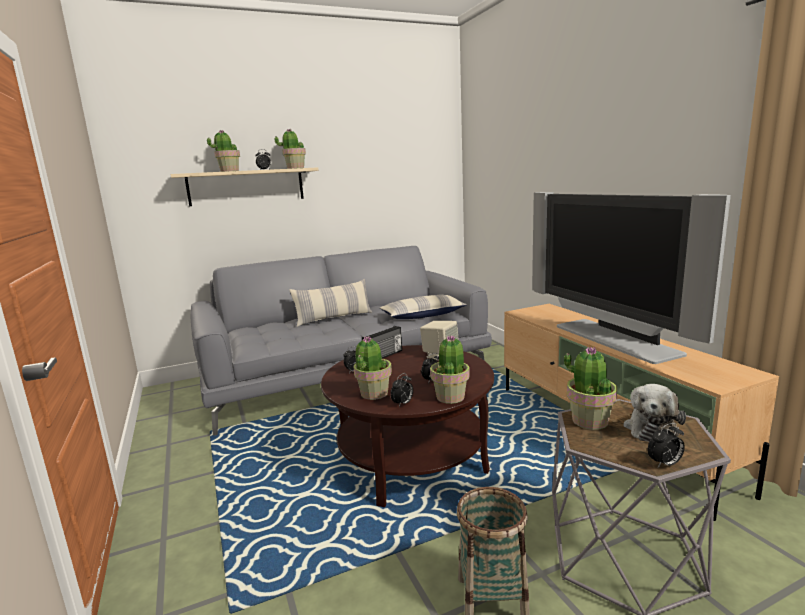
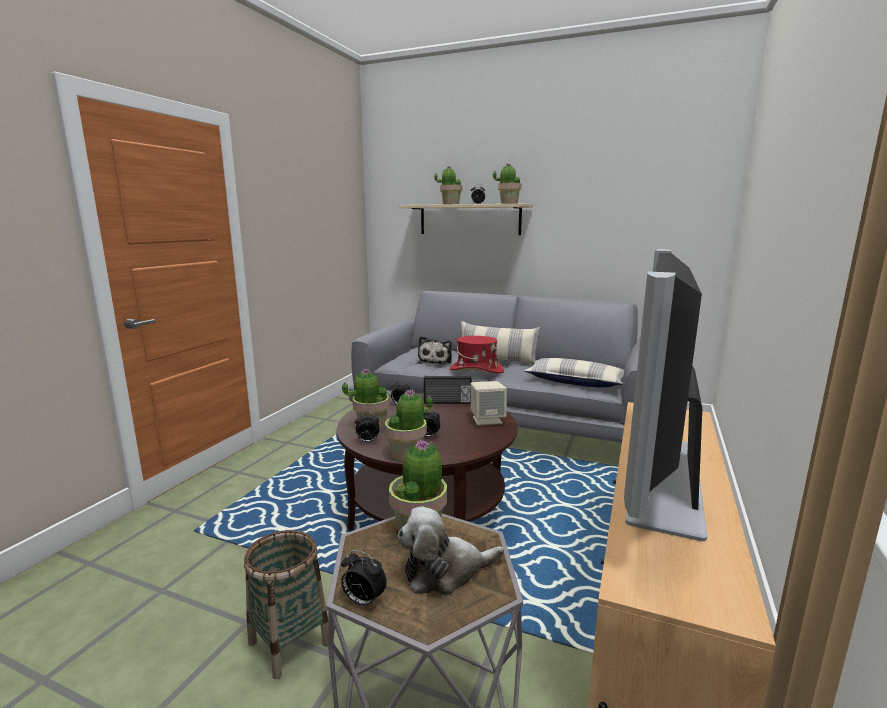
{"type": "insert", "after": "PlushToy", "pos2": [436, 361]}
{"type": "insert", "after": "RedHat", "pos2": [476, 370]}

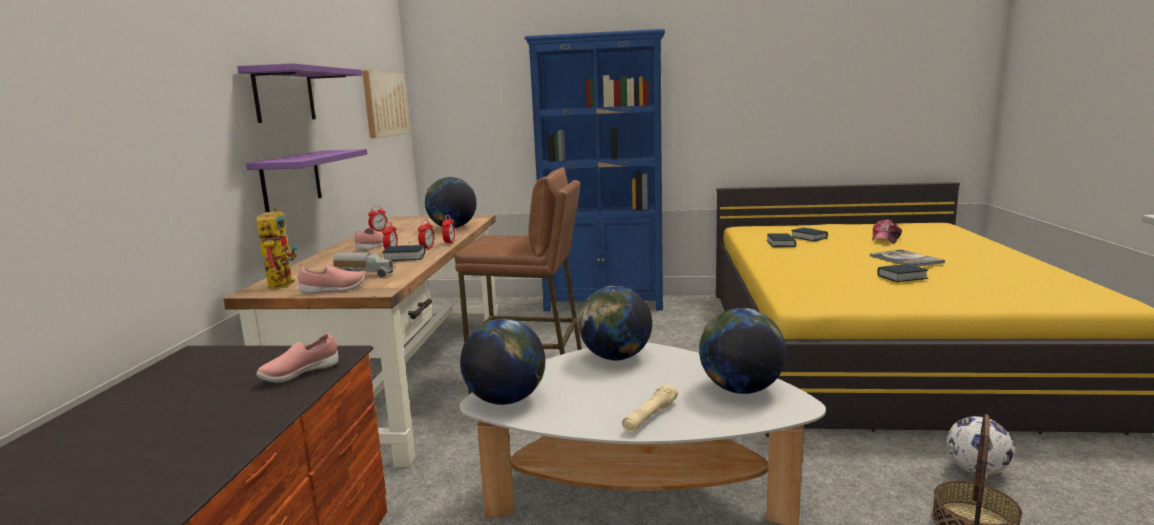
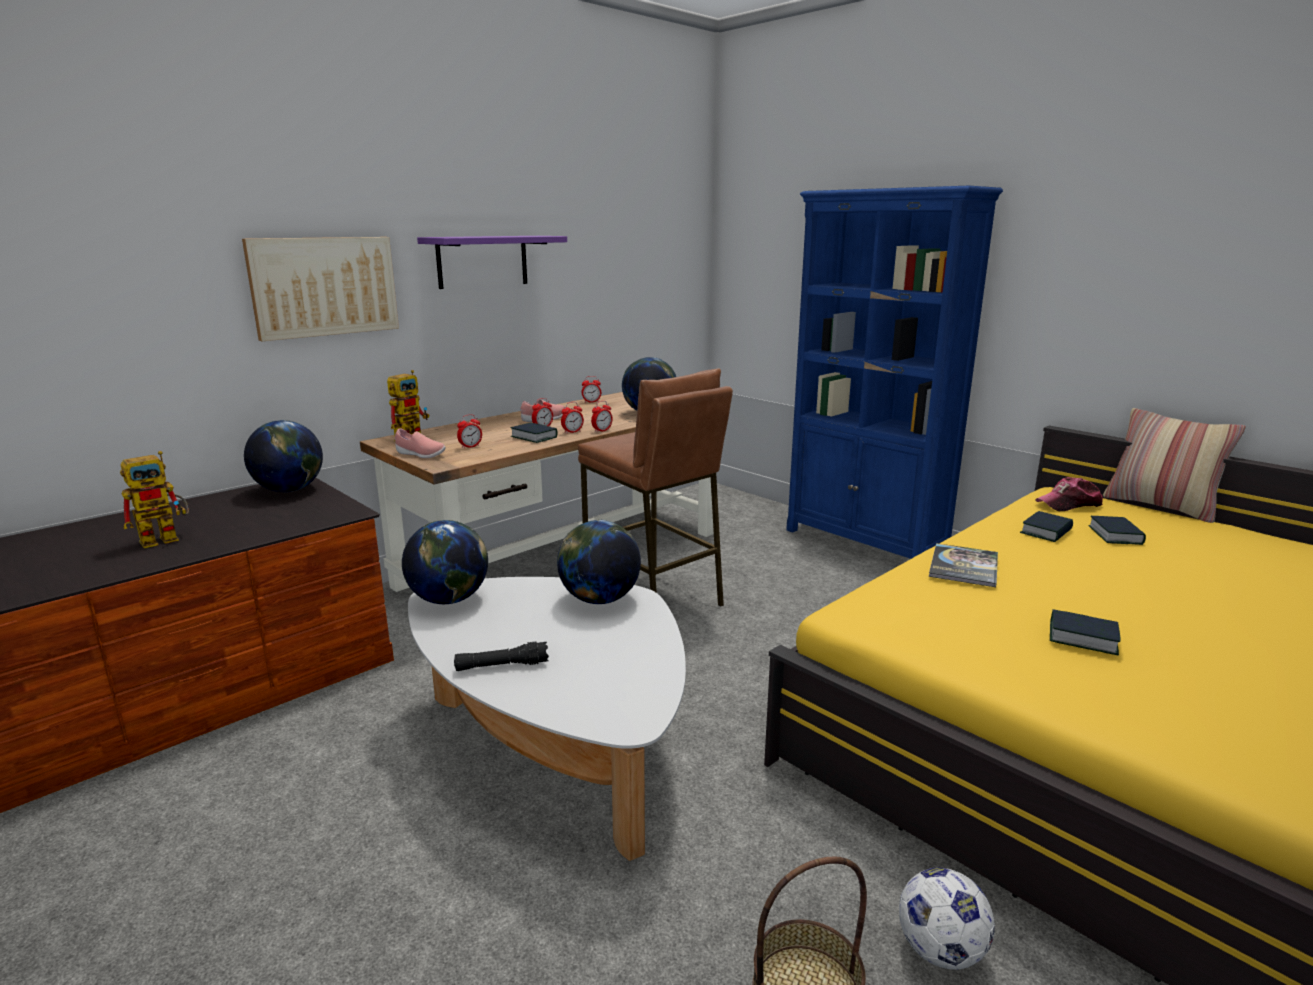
{"type": "move", "before": "Picture", "pos1": [385, 104], "pos2": [324, 286]}
{"type": "delete", "before": "PurpleShelf", "pos1": [291, 181]}
{"type": "move", "before": "Cap", "pos1": [885, 239], "pos2": [1069, 504]}
{"type": "move", "before": "Book", "pos1": [905, 259], "pos2": [963, 566]}
{"type": "replace", "before": "ToyTruck", "after": "AlarmClock", "pos1": [366, 275], "pos2": [470, 447]}
{"type": "move", "before": "Globe", "pos1": [740, 390], "pos2": [289, 490]}
{"type": "delete", "before": "PinkShoe", "pos1": [299, 374]}
{"type": "recolor", "before": "BeigeFlashlight", "after": "BlackFlashlight", "pos1": [650, 416], "pos2": [502, 666]}
{"type": "insert", "after": "Pillow", "pos2": [1160, 506]}
{"type": "insert", "after": "ToyRobot", "pos2": [167, 538]}

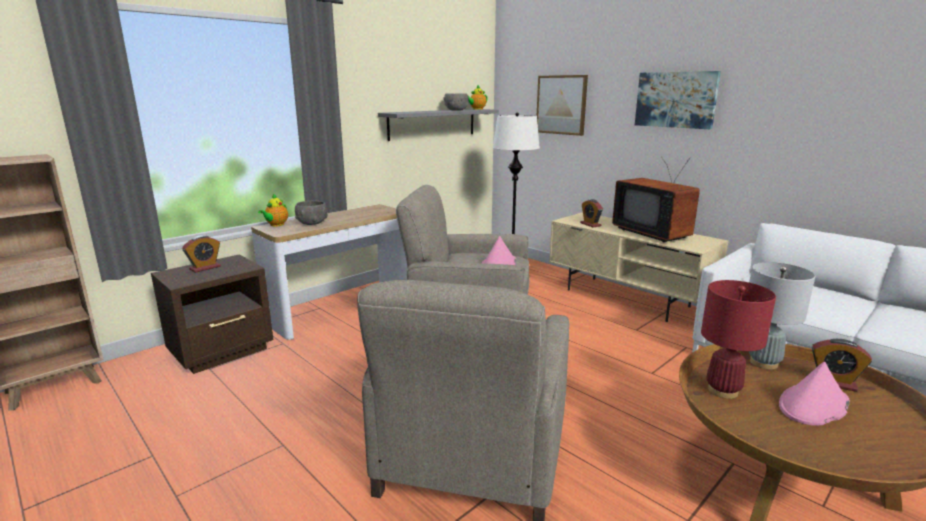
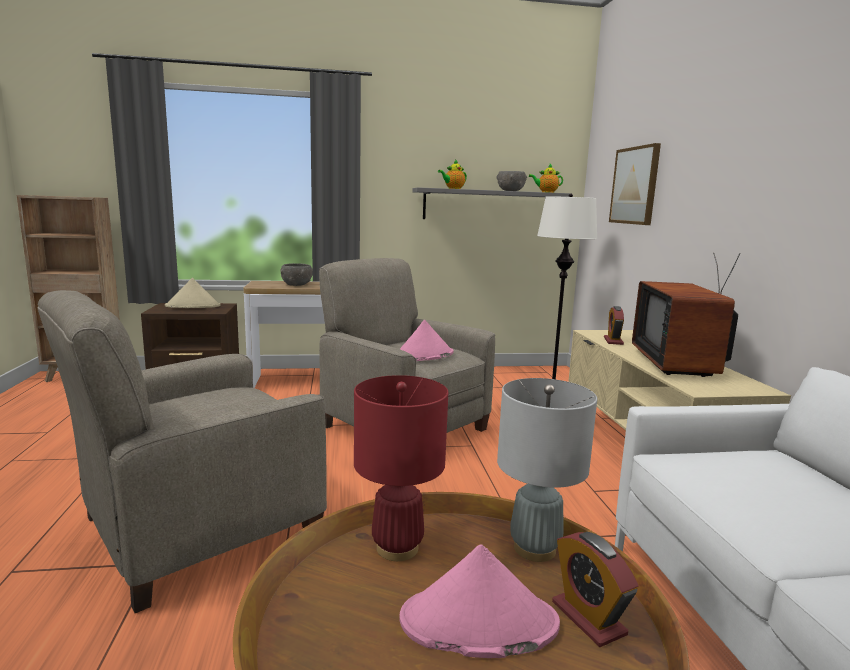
{"type": "delete", "before": "Picture", "pos1": [675, 99]}
{"type": "move", "before": "Teapot", "pos1": [276, 225], "pos2": [453, 189]}
{"type": "replace", "before": "AlarmClock", "after": "BeigeHat", "pos1": [205, 268], "pos2": [193, 306]}

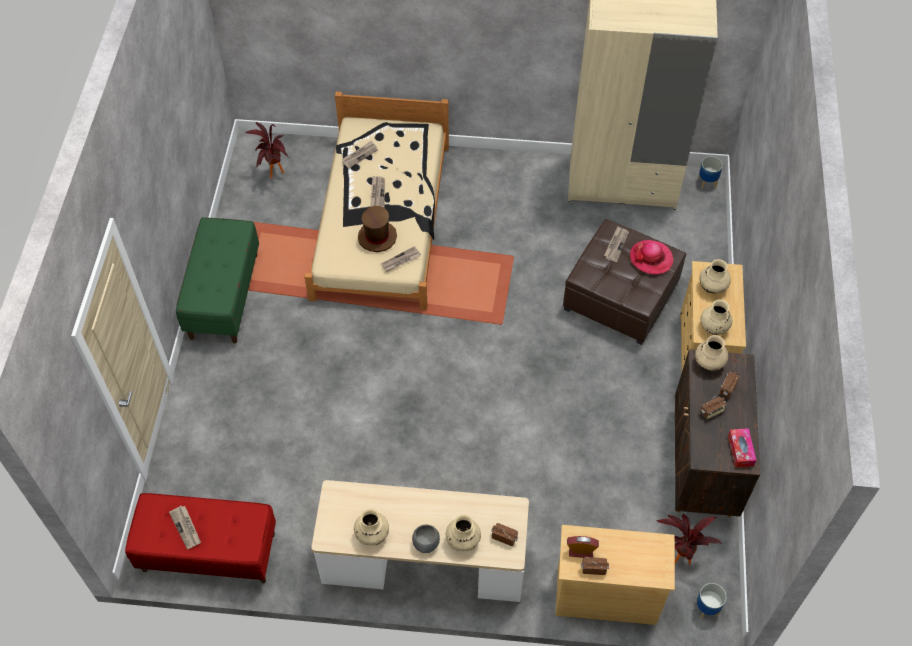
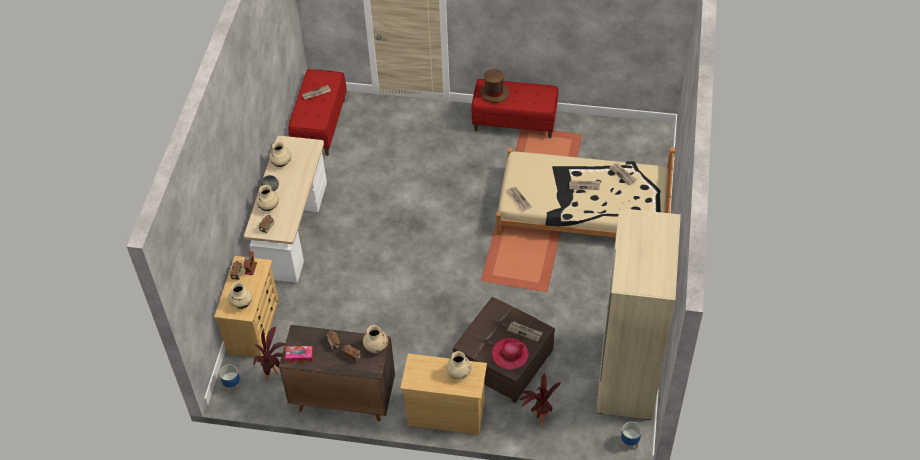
{"type": "move", "before": "PottedPlant", "pos1": [274, 176], "pos2": [538, 417]}
{"type": "move", "before": "BrownHat", "pos1": [377, 237], "pos2": [494, 93]}
{"type": "recolor", "before": "GreenBench", "after": "RedBench", "pos1": [223, 296], "pos2": [514, 122]}
{"type": "move", "before": "BeigeVase", "pos1": [713, 328], "pos2": [241, 303]}

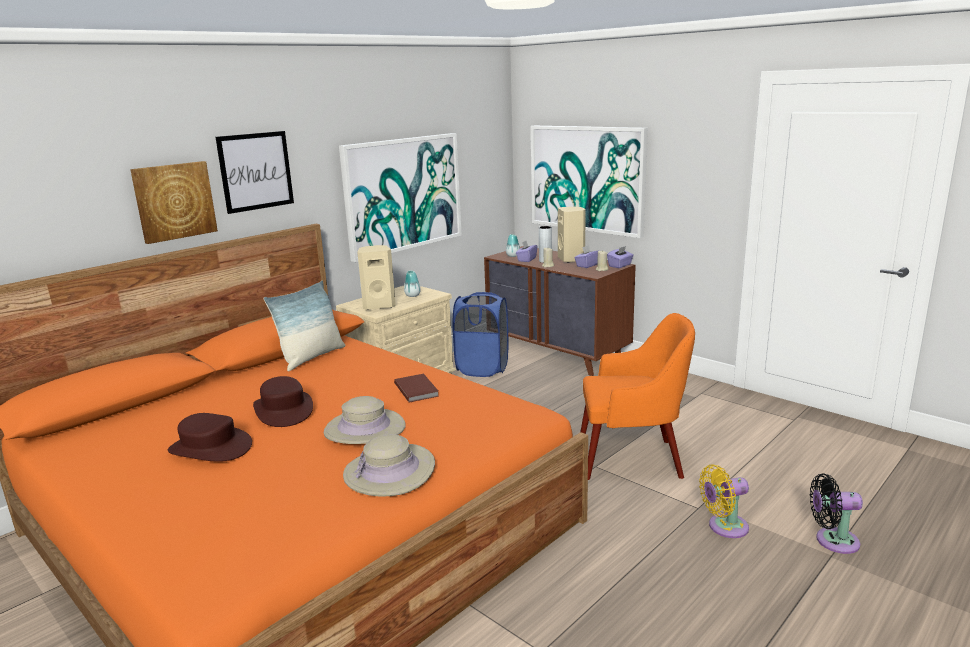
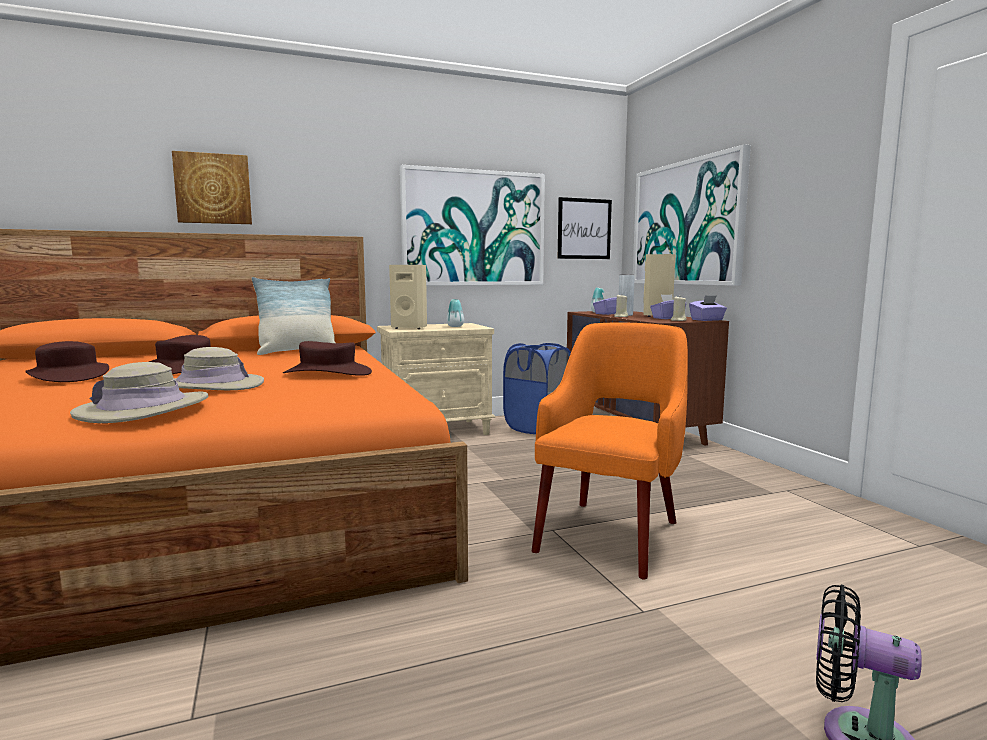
{"type": "move", "before": "Picture", "pos1": [256, 171], "pos2": [584, 229]}
{"type": "rotate", "before": "OrangeArmchair", "pos1": [632, 459], "pos2": [610, 534], "turn": -90}
{"type": "replace", "before": "BrownBook", "after": "BrownHat", "pos1": [417, 389], "pos2": [328, 373]}
{"type": "delete", "before": "YellowFan", "pos1": [724, 527]}

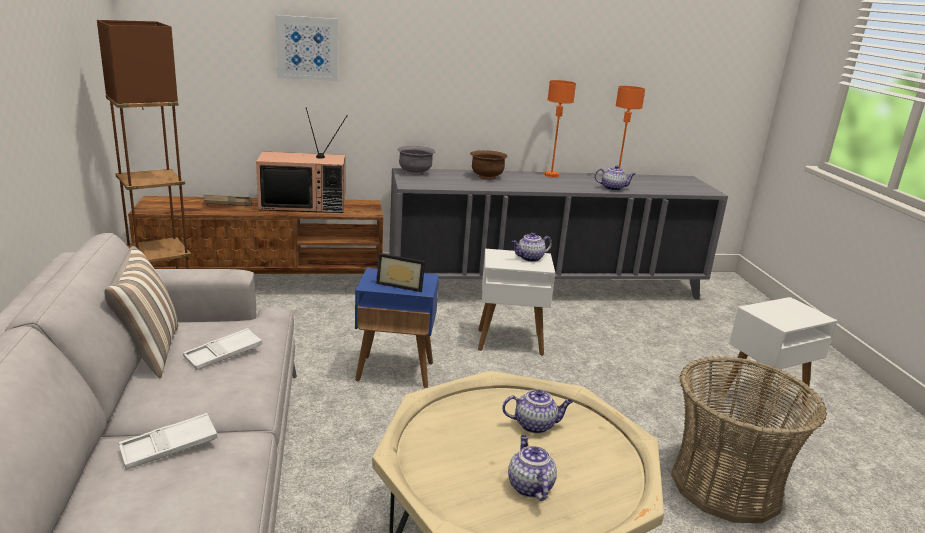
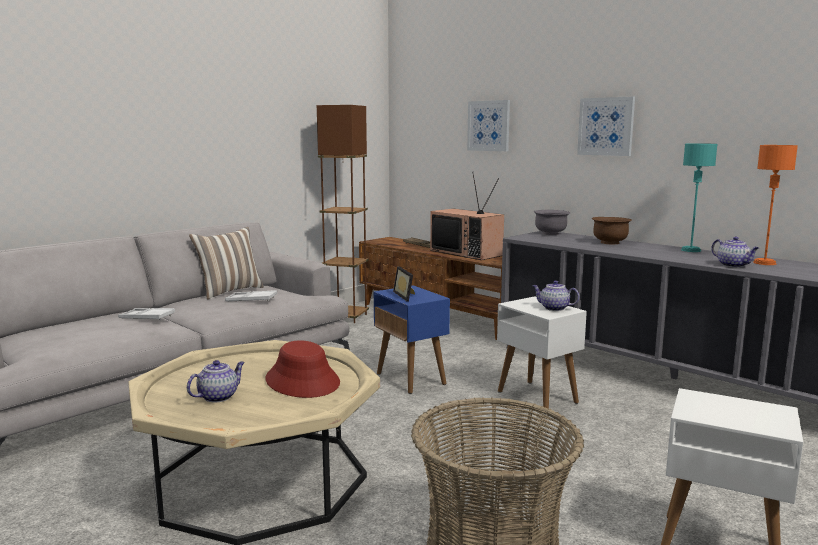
{"type": "recolor", "before": "OrangeTableLamp", "after": "TurquoiseTableLamp", "pos1": [551, 175], "pos2": [691, 250]}
{"type": "replace", "before": "Teapot", "after": "RedHat", "pos1": [535, 425], "pos2": [303, 381]}
{"type": "insert", "after": "Picture", "pos2": [606, 126]}

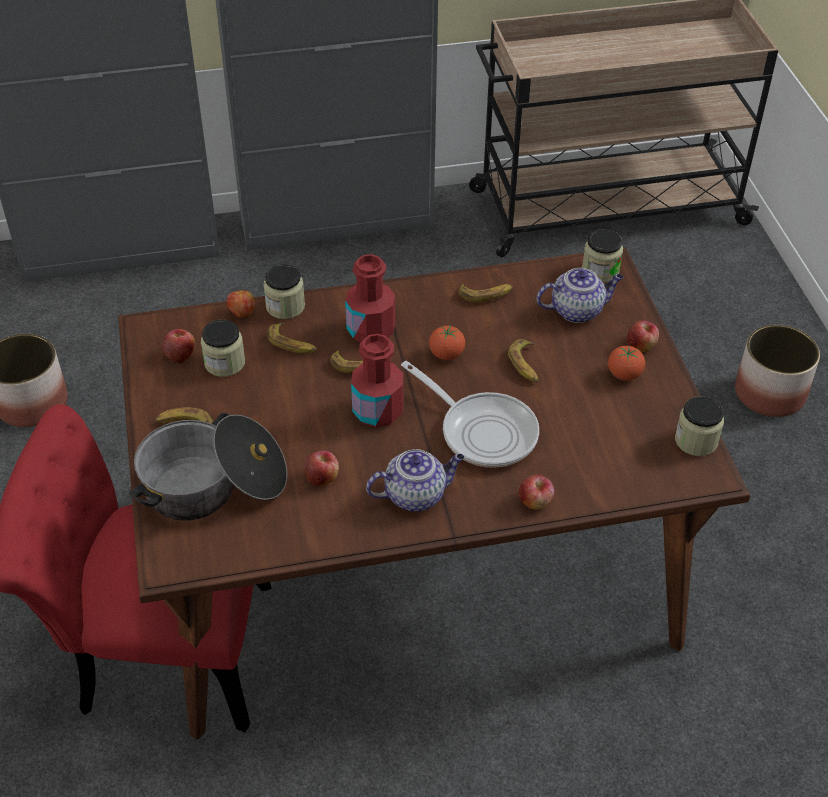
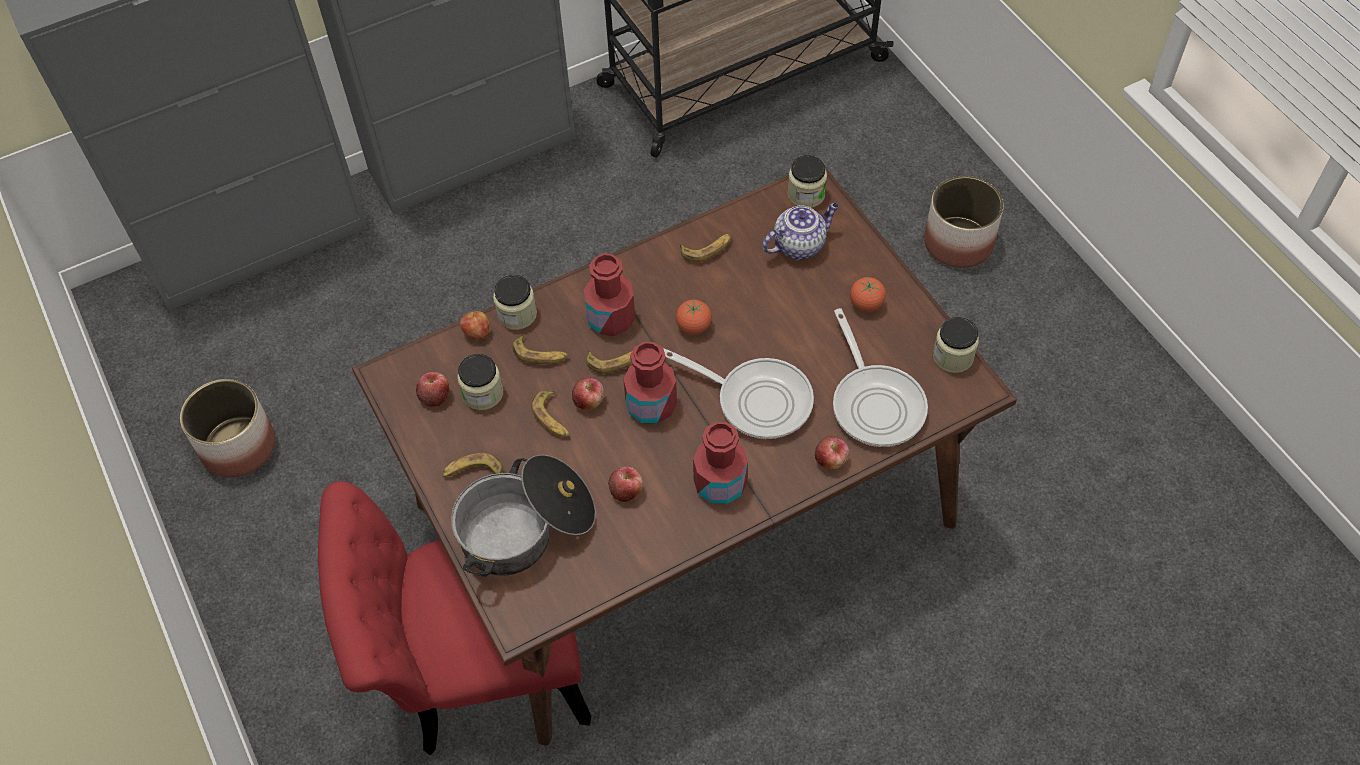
{"type": "move", "before": "Apple", "pos1": [641, 346], "pos2": [589, 401]}
{"type": "move", "before": "Banana", "pos1": [525, 365], "pos2": [553, 418]}
{"type": "replace", "before": "Teapot", "after": "RedBottle", "pos1": [416, 495], "pos2": [720, 484]}
{"type": "insert", "after": "FryingPan", "pos2": [875, 403]}

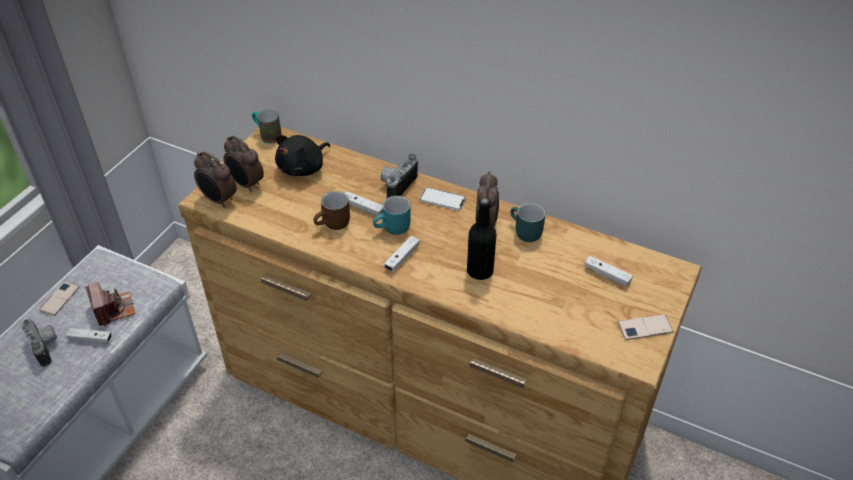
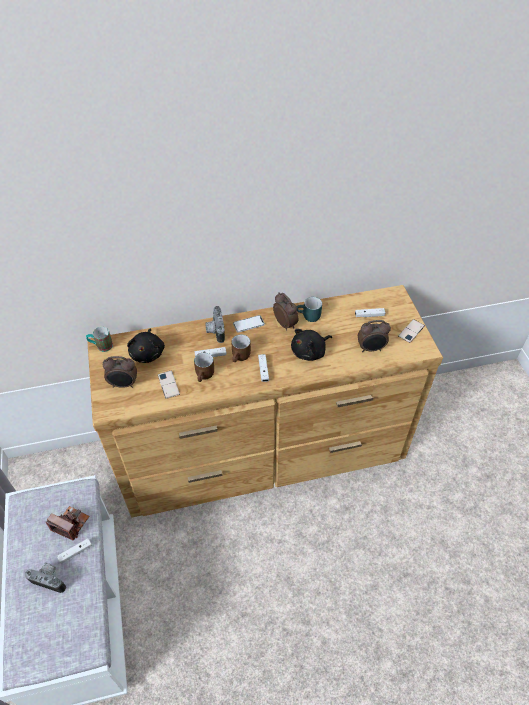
{"type": "move", "before": "AlarmClock", "pos1": [218, 200], "pos2": [371, 349]}
{"type": "recolor", "before": "TurquoiseMug", "after": "BrownMug", "pos1": [393, 229], "pos2": [241, 357]}
{"type": "replace", "before": "BlackBottle", "after": "BlackPlushToy", "pos1": [480, 271], "pos2": [310, 352]}
{"type": "move", "before": "Phone", "pos1": [59, 298], "pos2": [168, 384]}

